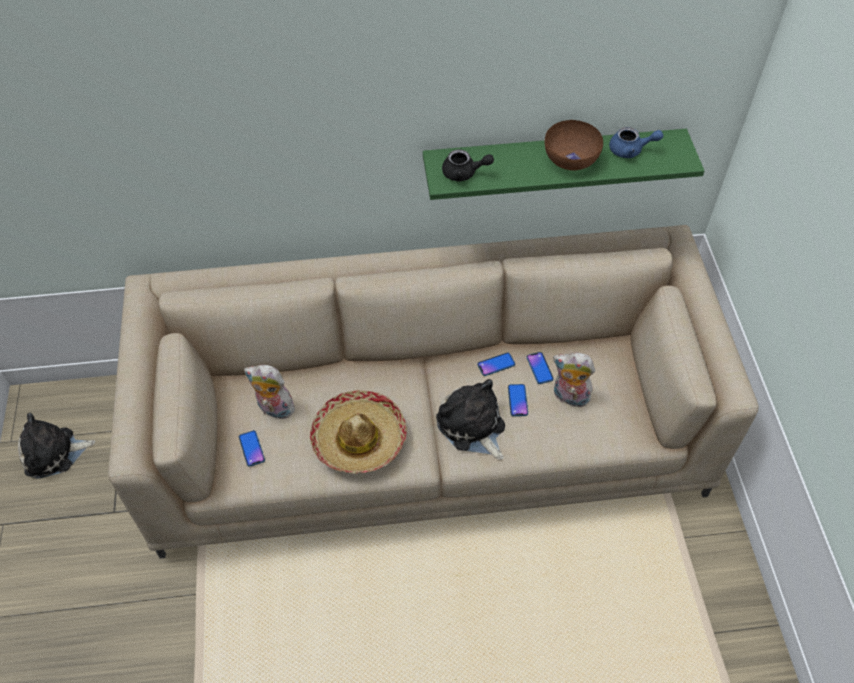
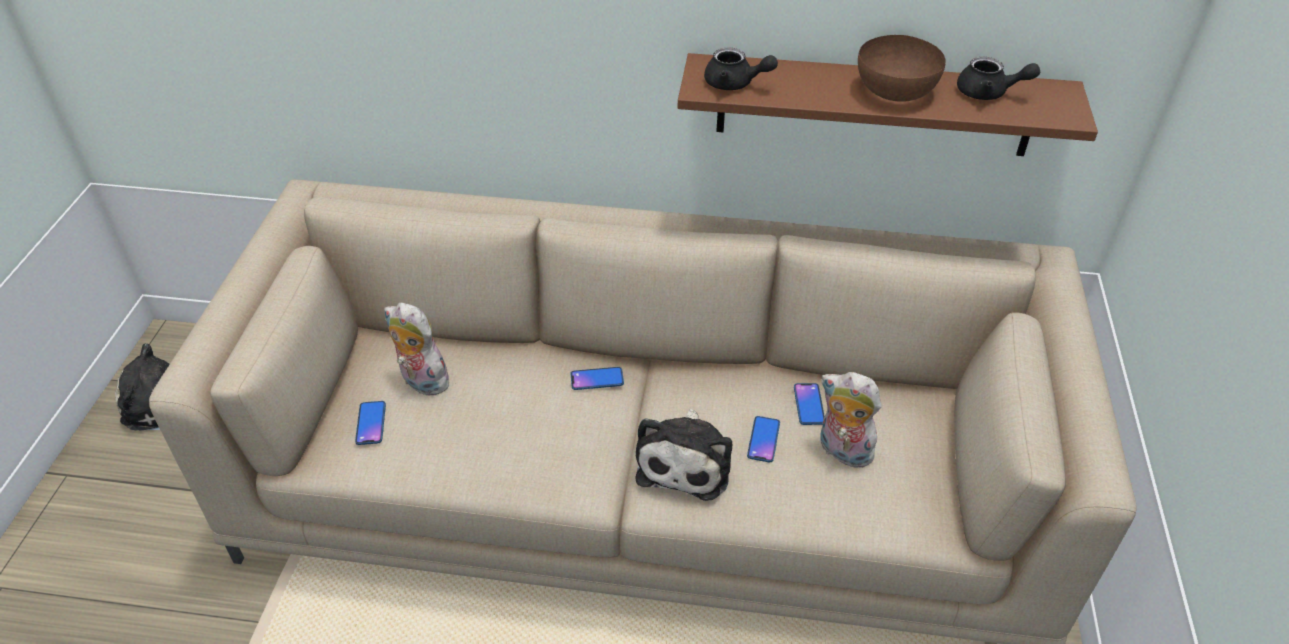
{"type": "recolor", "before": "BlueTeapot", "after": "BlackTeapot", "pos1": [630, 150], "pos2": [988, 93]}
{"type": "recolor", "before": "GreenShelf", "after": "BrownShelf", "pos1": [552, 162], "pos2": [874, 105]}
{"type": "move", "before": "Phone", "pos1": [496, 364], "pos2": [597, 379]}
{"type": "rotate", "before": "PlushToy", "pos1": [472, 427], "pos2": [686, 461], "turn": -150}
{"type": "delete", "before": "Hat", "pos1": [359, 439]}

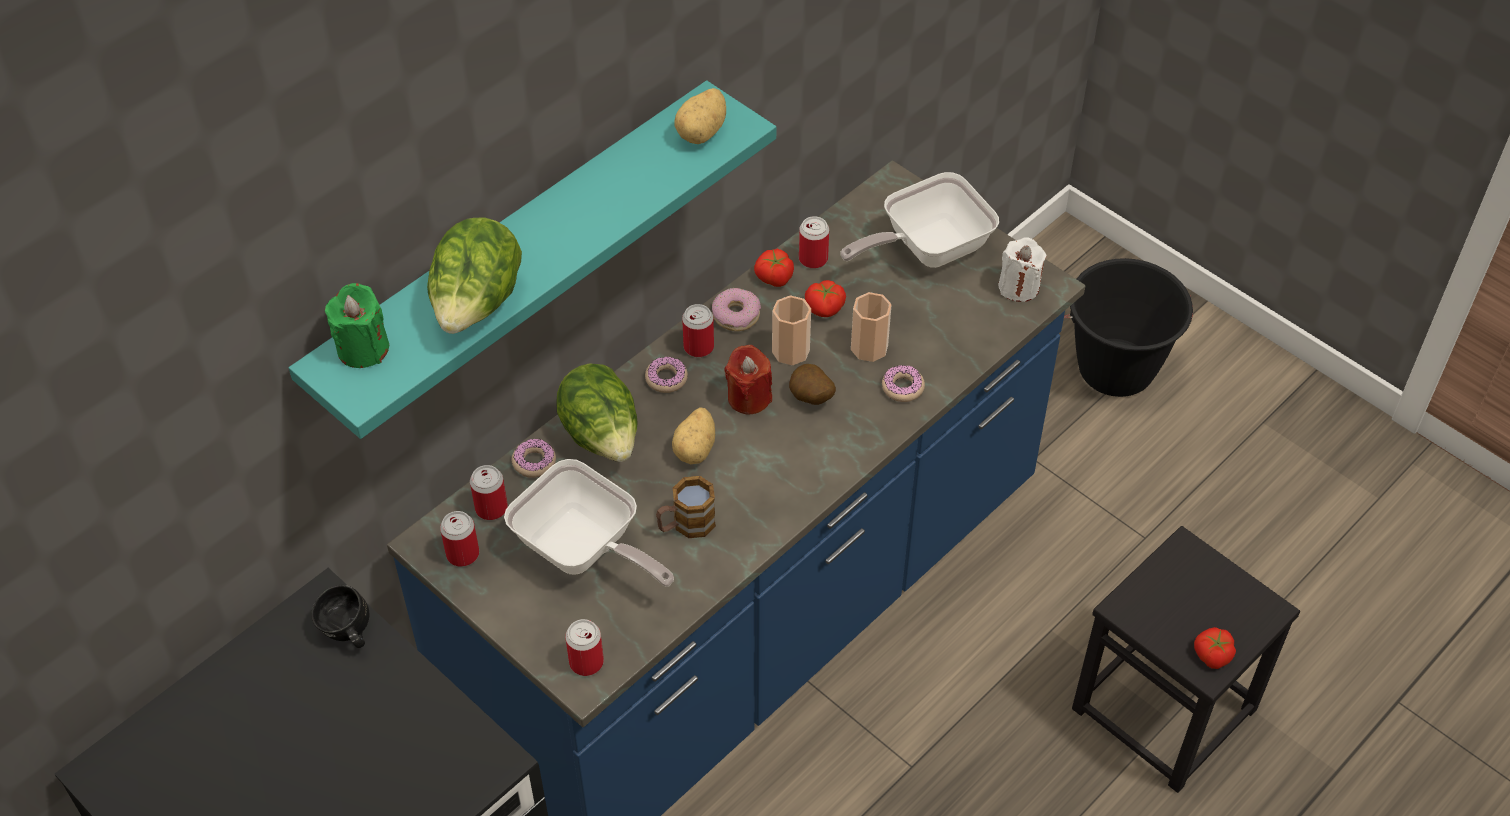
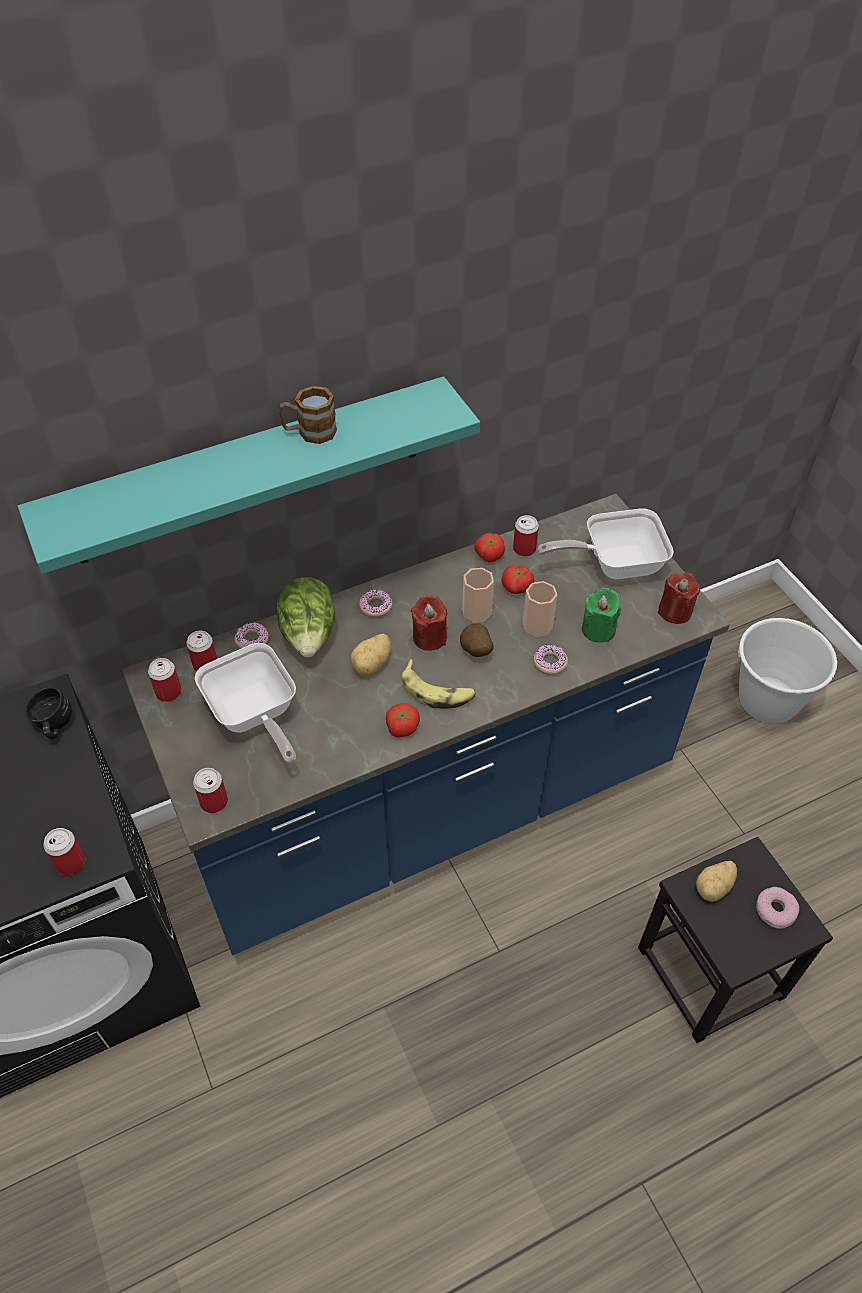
{"type": "move", "before": "Potato", "pos1": [703, 132], "pos2": [714, 887]}
{"type": "delete", "before": "Lettuce", "pos1": [477, 305]}
{"type": "recolor", "before": "WhiteCandle", "after": "RedCandle", "pos1": [1019, 287], "pos2": [675, 611]}
{"type": "recolor", "before": "BlackBucket", "after": "WhiteBucket", "pos1": [1116, 370], "pos2": [767, 701]}
{"type": "move", "before": "GreenCandle", "pos1": [363, 348], "pos2": [598, 629]}
{"type": "move", "before": "Donut", "pos1": [736, 315], "pos2": [775, 910]}
{"type": "move", "before": "Can", "pos1": [698, 347], "pos2": [70, 862]}
{"type": "move", "before": "Mug", "pos1": [686, 525], "pos2": [309, 432]}
{"type": "move", "before": "Tomato", "pos1": [1212, 655], "pos2": [402, 726]}
{"type": "insert", "after": "Banana", "pos2": [437, 691]}

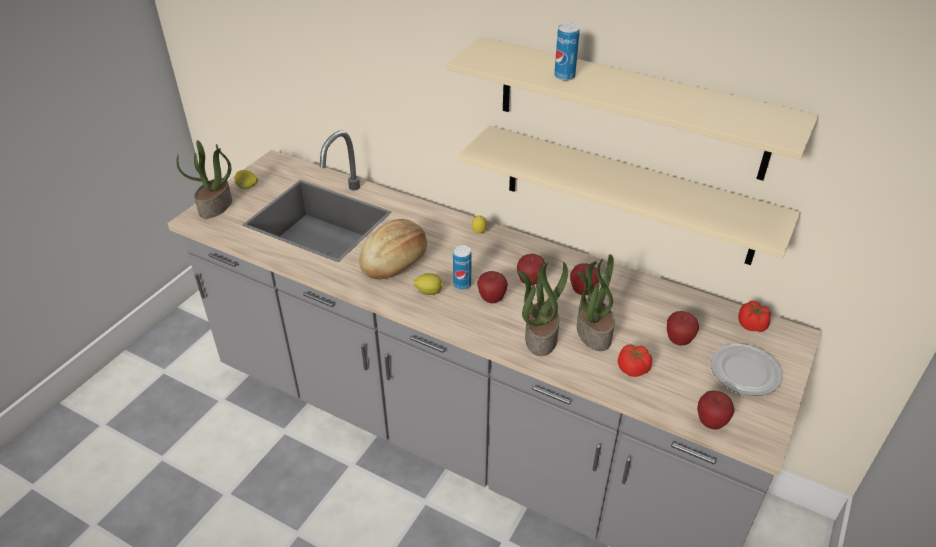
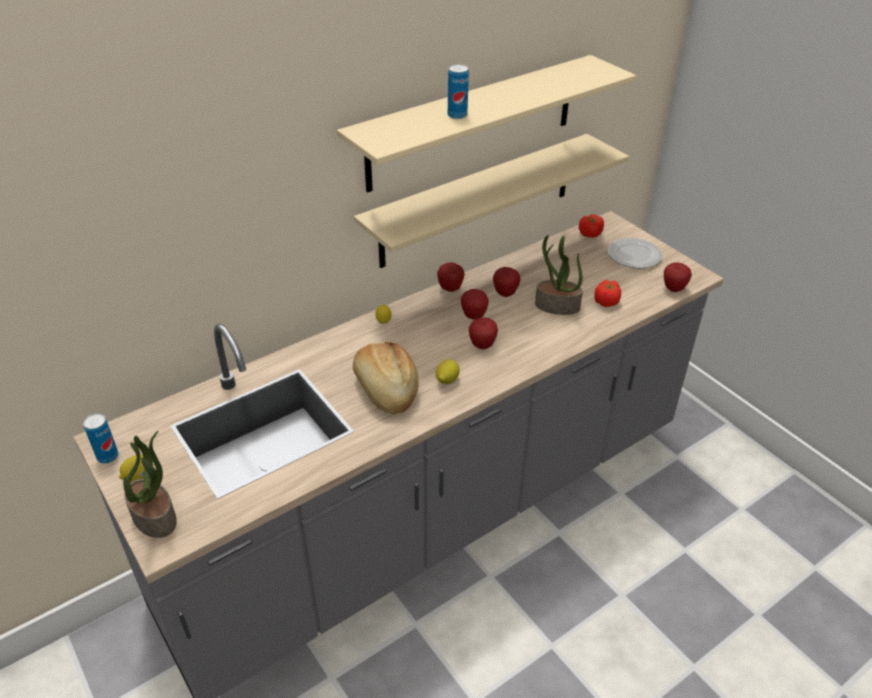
{"type": "move", "before": "Can", "pos1": [462, 285], "pos2": [108, 456]}
{"type": "delete", "before": "PottedPlant", "pos1": [540, 337]}
{"type": "move", "before": "Apple", "pos1": [678, 341], "pos2": [450, 289]}

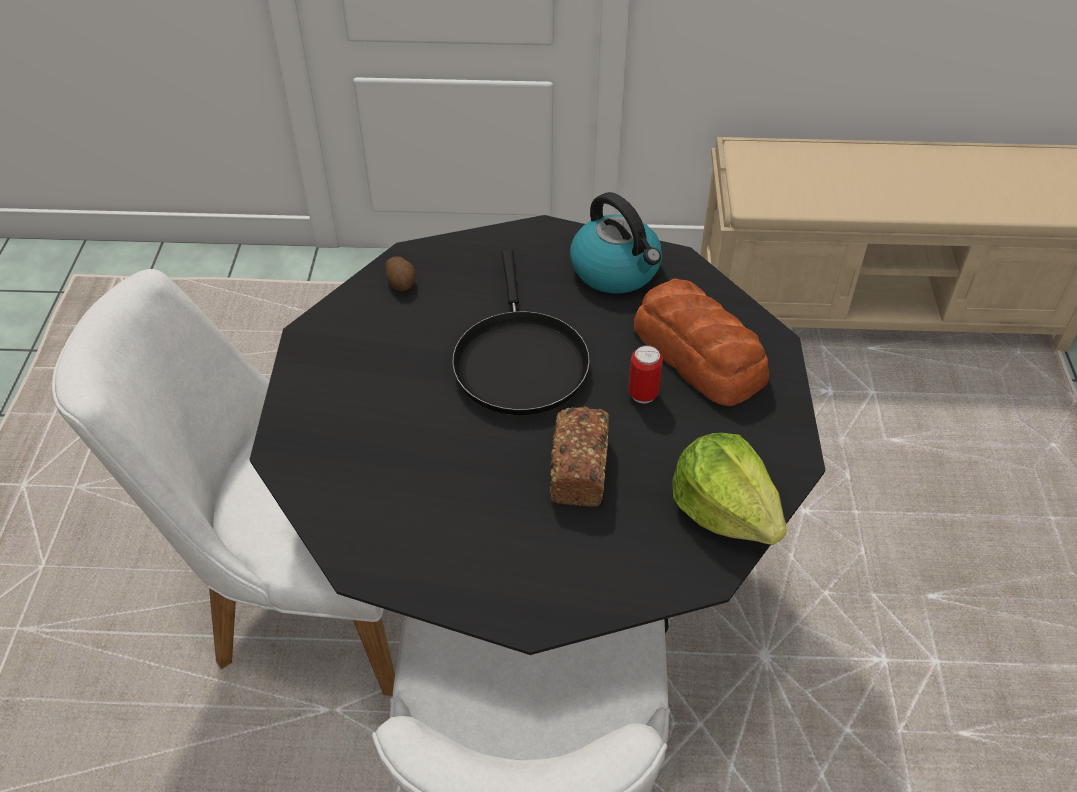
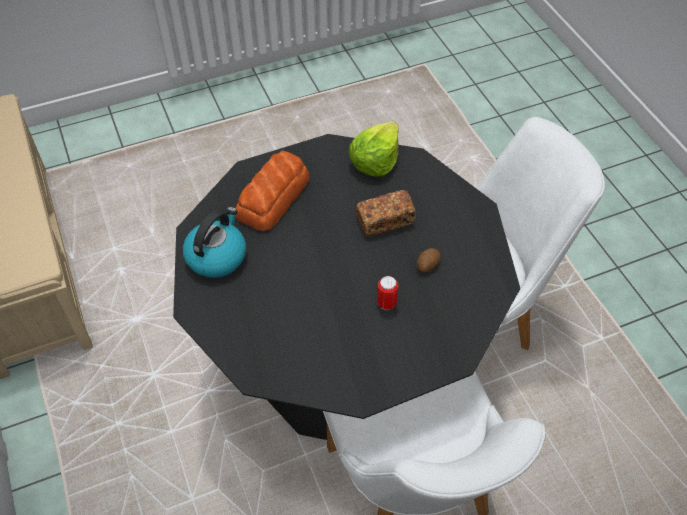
{"type": "delete", "before": "BlackFryingPan", "pos1": [519, 361]}
{"type": "move", "before": "Potato", "pos1": [402, 282], "pos2": [427, 265]}
{"type": "move", "before": "Can", "pos1": [643, 394], "pos2": [386, 303]}

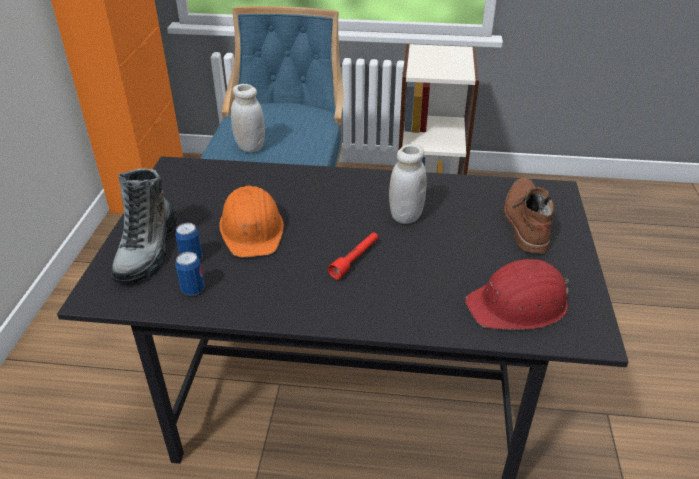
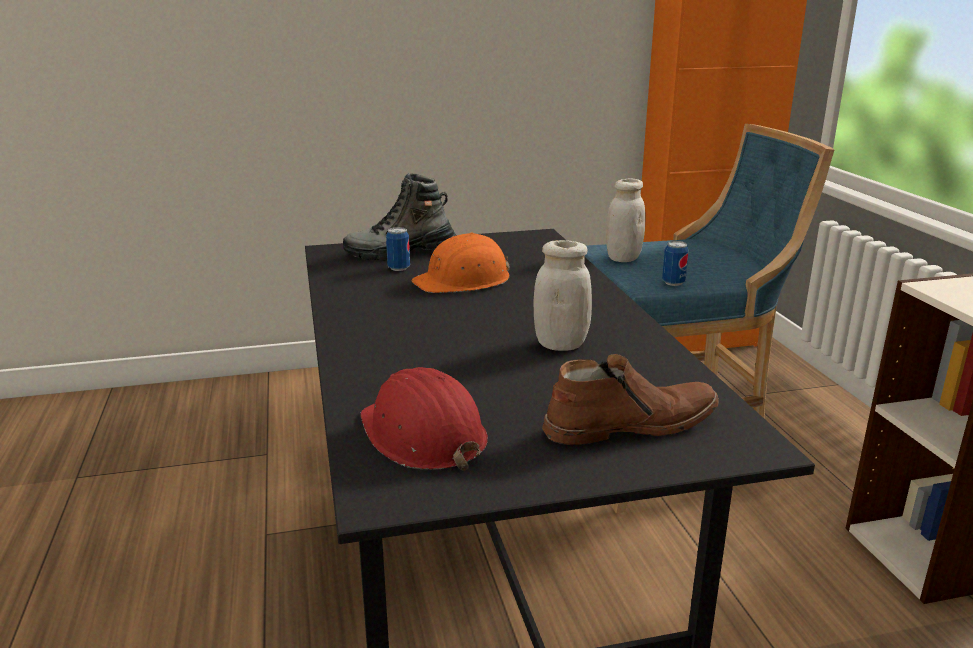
{"type": "delete", "before": "RedFlashlight", "pos1": [355, 260]}
{"type": "move", "before": "Can", "pos1": [193, 290], "pos2": [673, 283]}

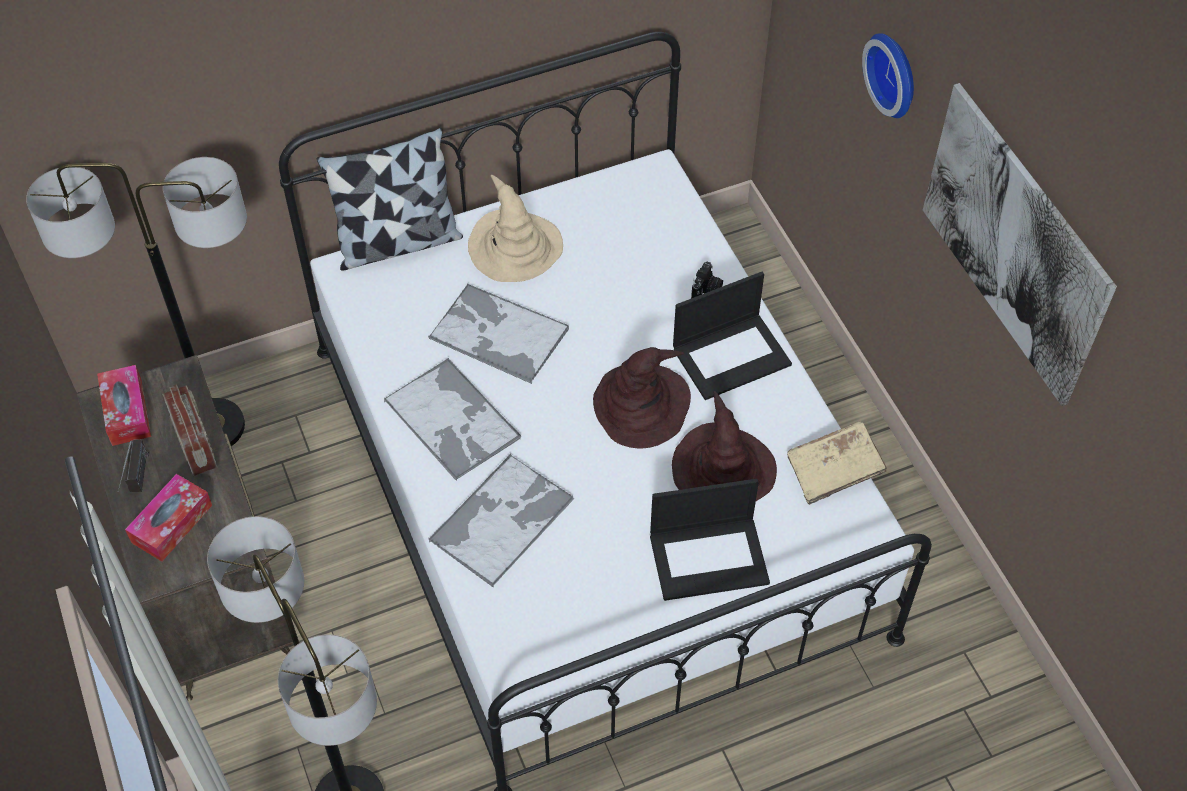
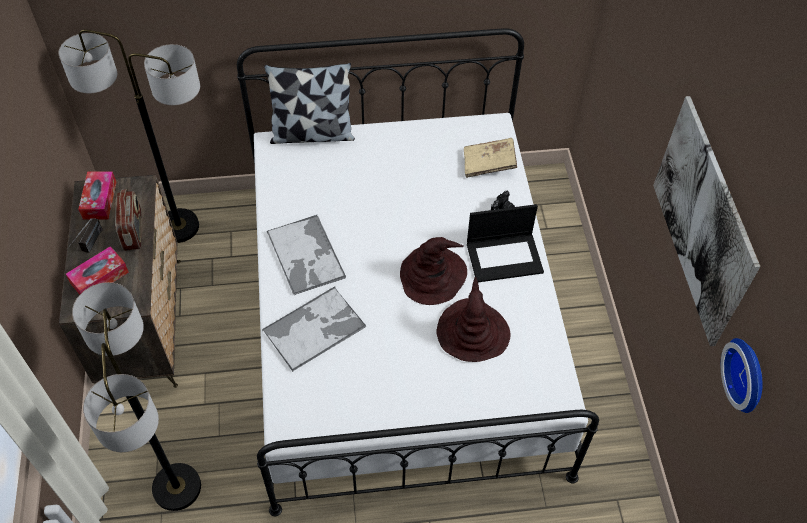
{"type": "move", "before": "WallClock", "pos1": [895, 73], "pos2": [748, 374]}
{"type": "delete", "before": "BeigeHat", "pos1": [515, 248]}
{"type": "delete", "before": "Tray", "pos1": [497, 334]}
{"type": "move", "before": "BeigeBook", "pos1": [834, 471], "pos2": [489, 164]}
{"type": "delete", "before": "Laptop", "pos1": [709, 557]}

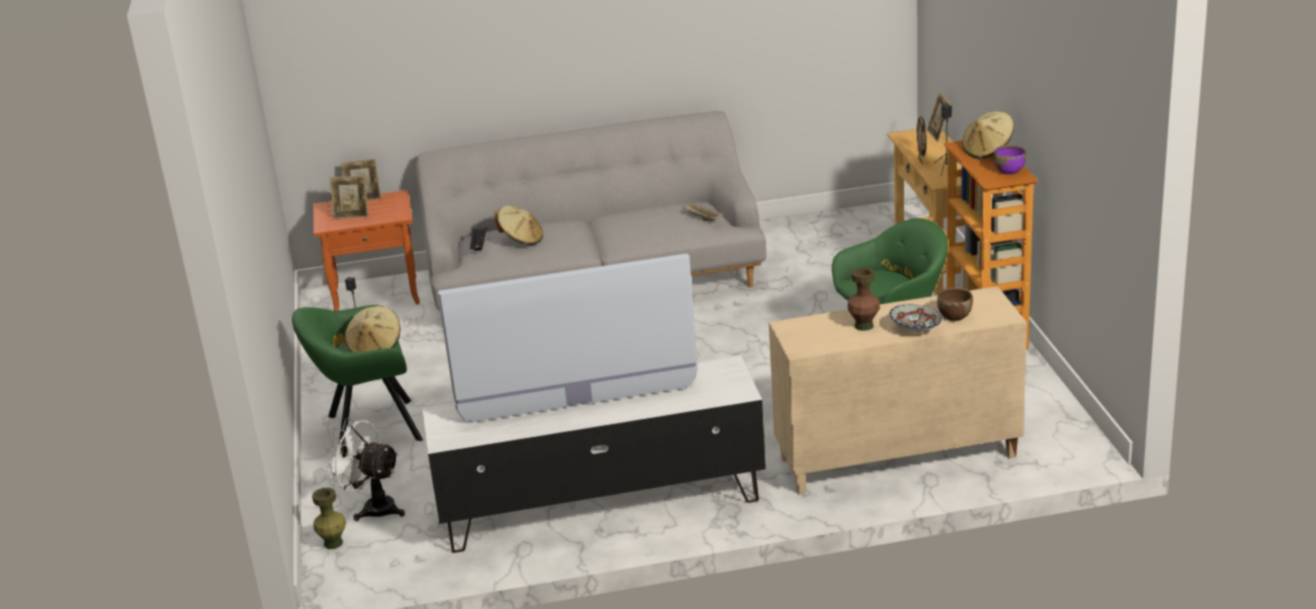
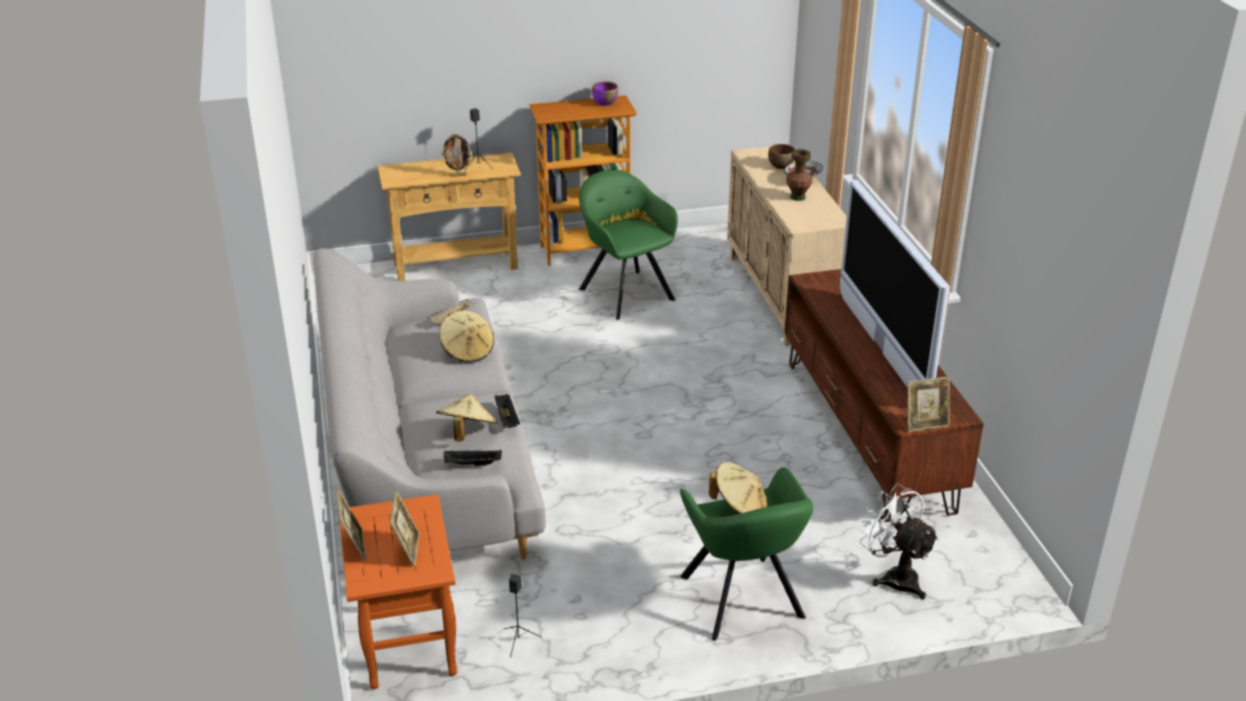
{"type": "move", "before": "PictureFrame", "pos1": [938, 135], "pos2": [925, 424]}
{"type": "move", "before": "BeigeHat", "pos1": [988, 151], "pos2": [467, 351]}
{"type": "recolor", "before": "WhiteTvStand", "after": "BrownTvStand", "pos1": [599, 504], "pos2": [867, 434]}
{"type": "rotate", "before": "WhiteFan", "pos1": [372, 508], "pos2": [894, 576], "turn": 120}
{"type": "delete", "before": "GreenVase", "pos1": [333, 543]}
{"type": "insert", "after": "BlackTray", "pos2": [507, 419]}

